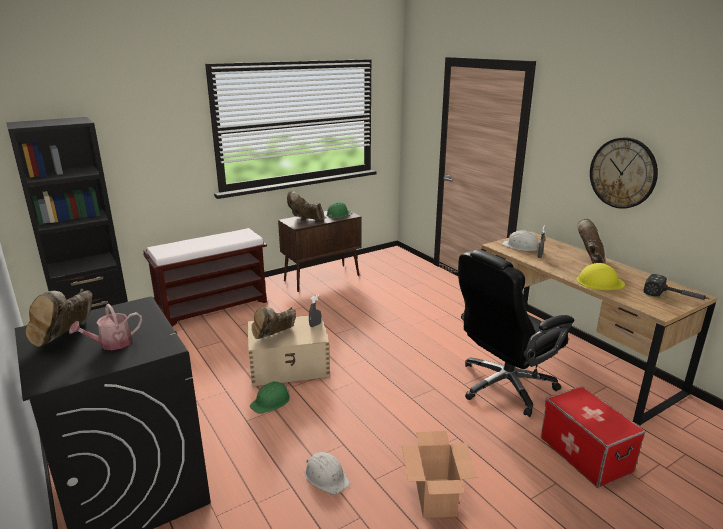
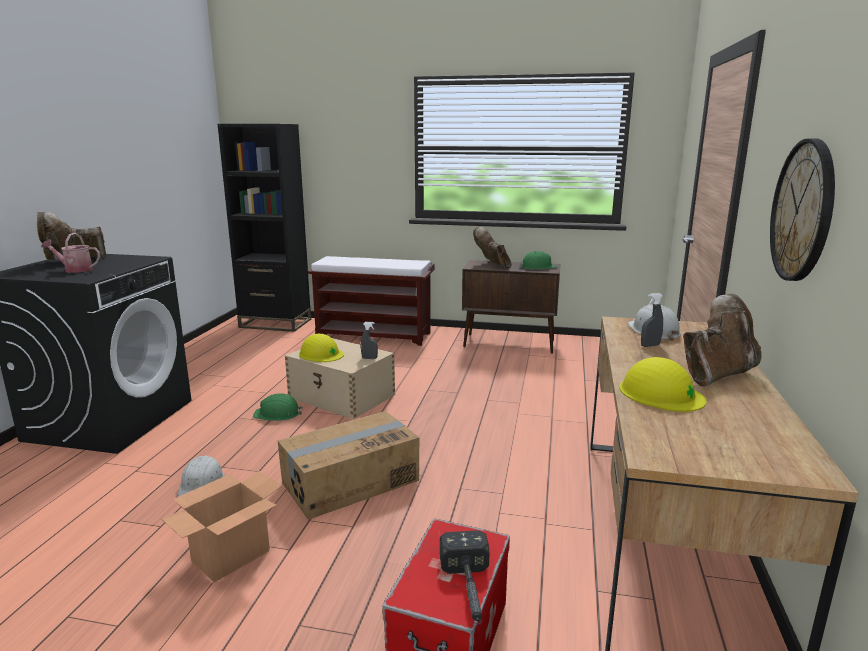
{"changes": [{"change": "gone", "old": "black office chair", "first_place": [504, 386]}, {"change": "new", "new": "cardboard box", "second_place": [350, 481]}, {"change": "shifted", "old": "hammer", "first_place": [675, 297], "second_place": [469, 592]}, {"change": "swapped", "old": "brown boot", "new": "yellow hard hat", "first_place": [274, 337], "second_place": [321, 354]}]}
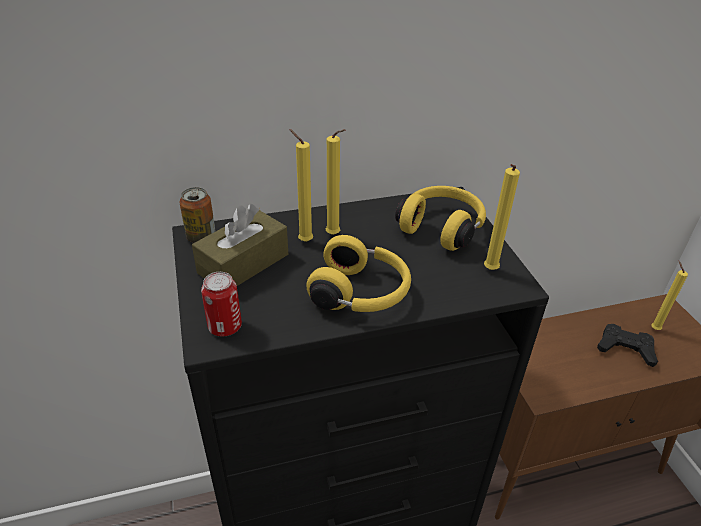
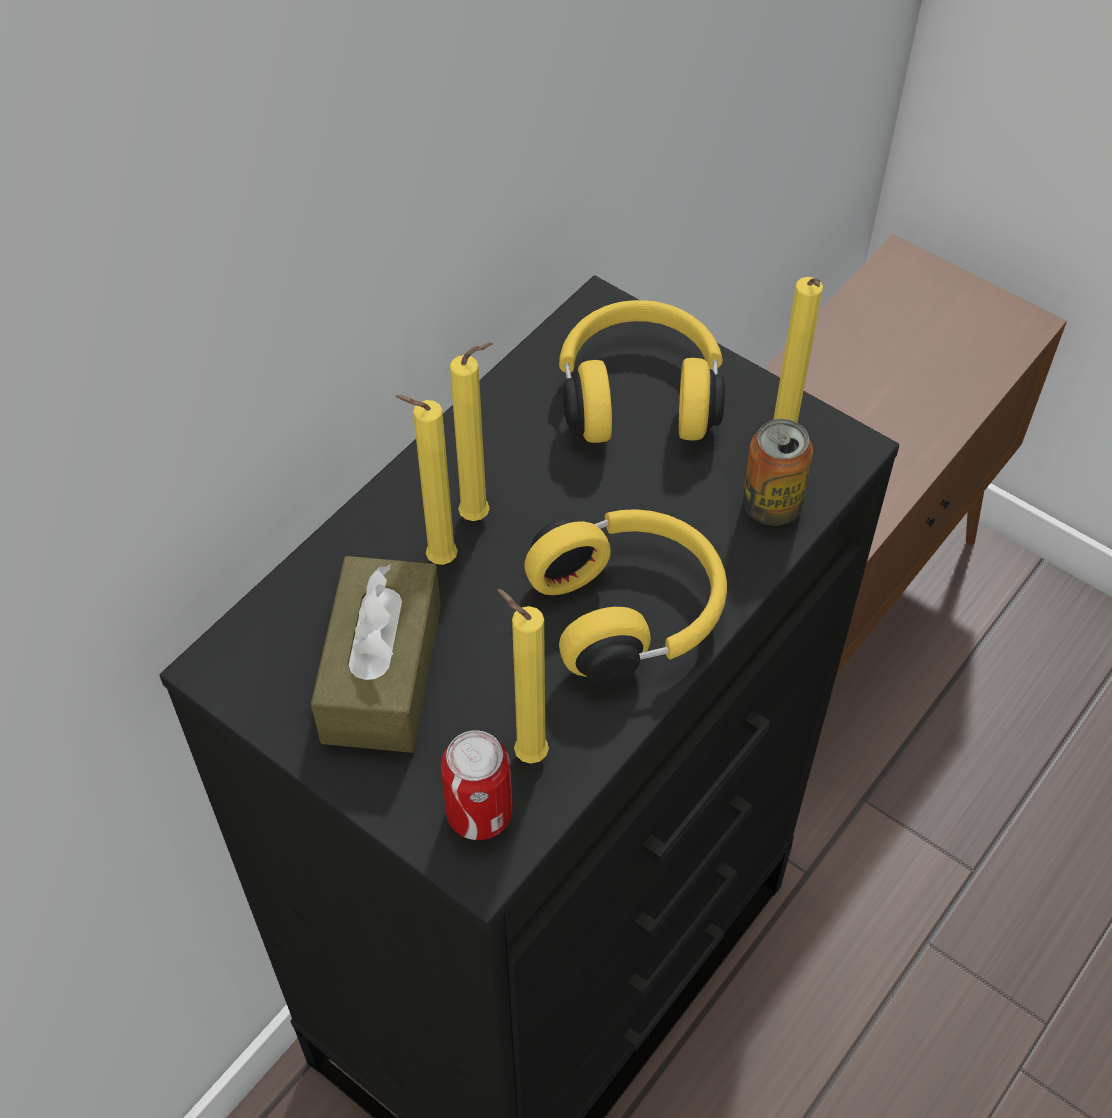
{"changes": [{"change": "gone", "old": "black game controller", "first_place": [625, 348]}, {"change": "shifted", "old": "can", "first_place": [201, 237], "second_place": [771, 505]}, {"change": "shifted", "old": "yellow candle", "first_place": [653, 328], "second_place": [526, 752]}]}
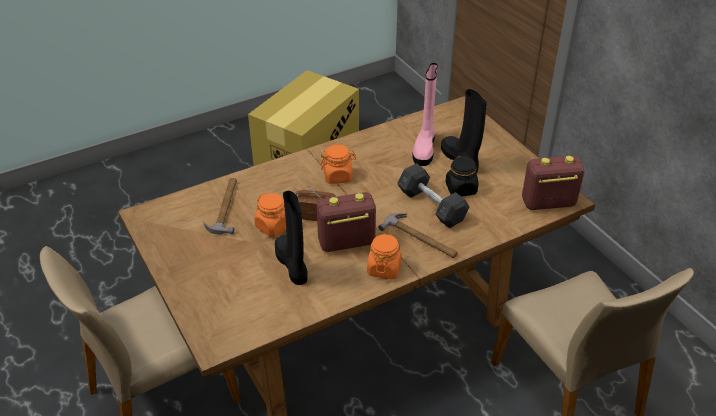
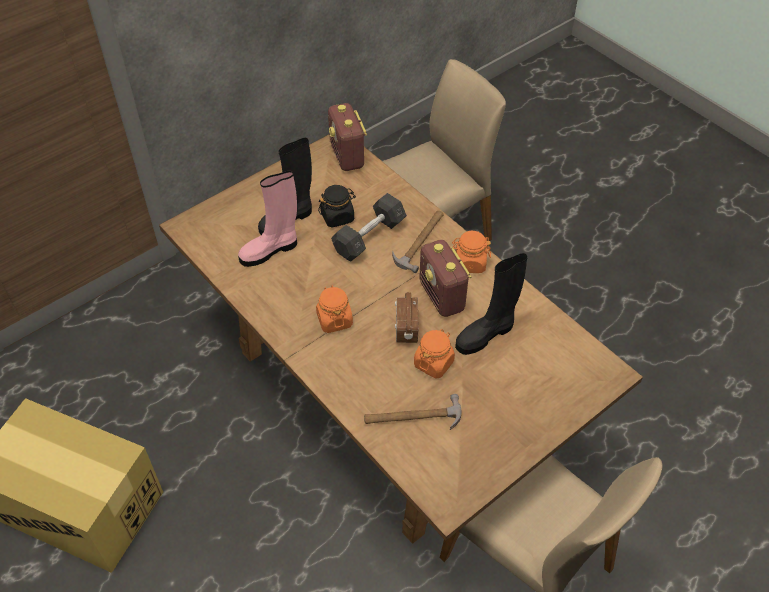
{"changes": [{"change": "rotated", "old": "pink boot", "first_place": [424, 148], "second_place": [270, 250], "degrees": 150}]}
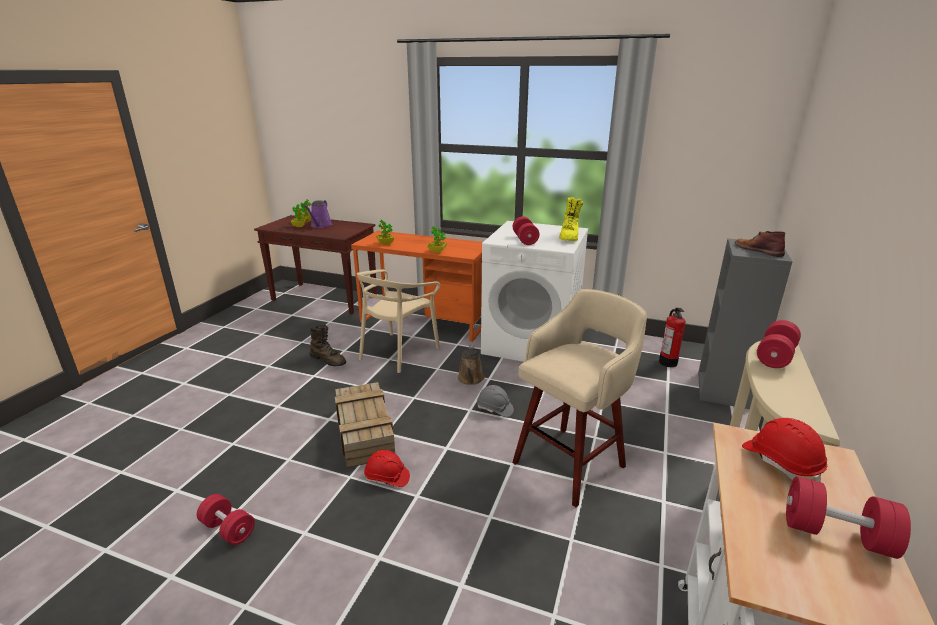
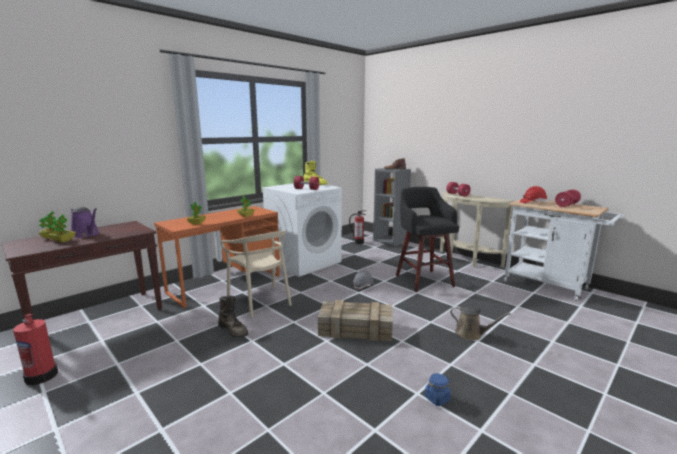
{"changes": [{"change": "gone", "old": "red hard hat", "first_place": [387, 478]}, {"change": "new", "new": "fire extinguisher", "second_place": [41, 375]}, {"change": "shifted", "old": "brown watering can", "first_place": [470, 379], "second_place": [471, 334]}, {"change": "swapped", "old": "red dumbbell", "new": "blue jar", "first_place": [228, 529], "second_place": [437, 398]}, {"change": "repainted", "old": "beige stool", "new": "black stool", "first_place": [571, 463], "second_place": [423, 280]}, {"change": "rotated", "old": "brown boot", "first_place": [328, 360], "second_place": [233, 330], "degrees": 75}]}
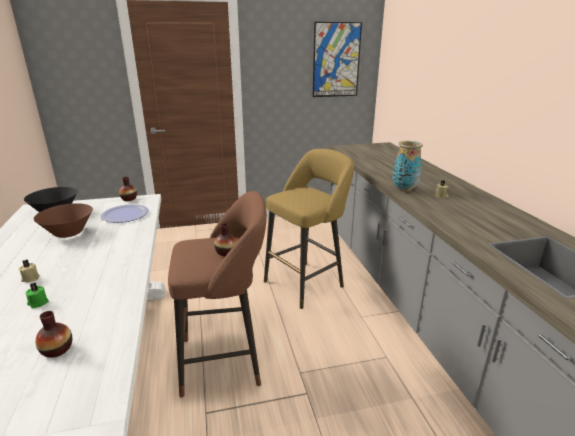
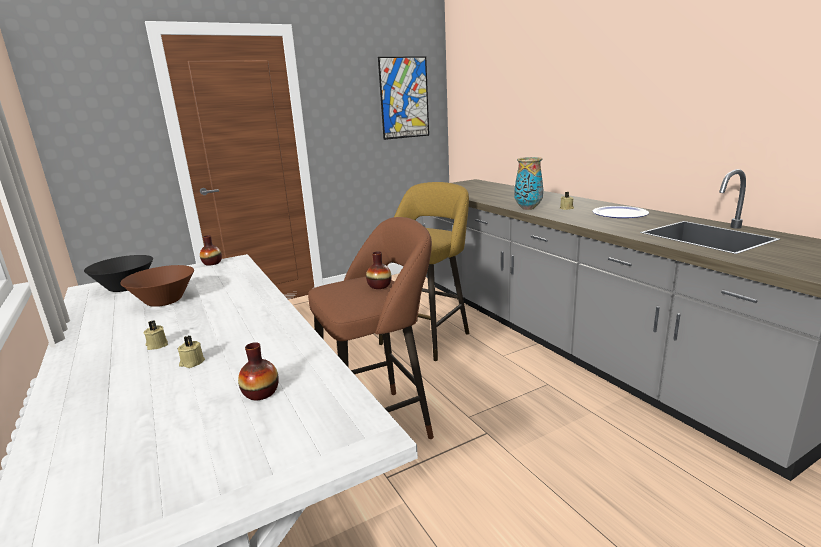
{"changes": [{"change": "shifted", "old": "plate", "first_place": [125, 215], "second_place": [620, 214]}, {"change": "repainted", "old": "green candle", "new": "beige candle", "first_place": [38, 303], "second_place": [192, 363]}]}
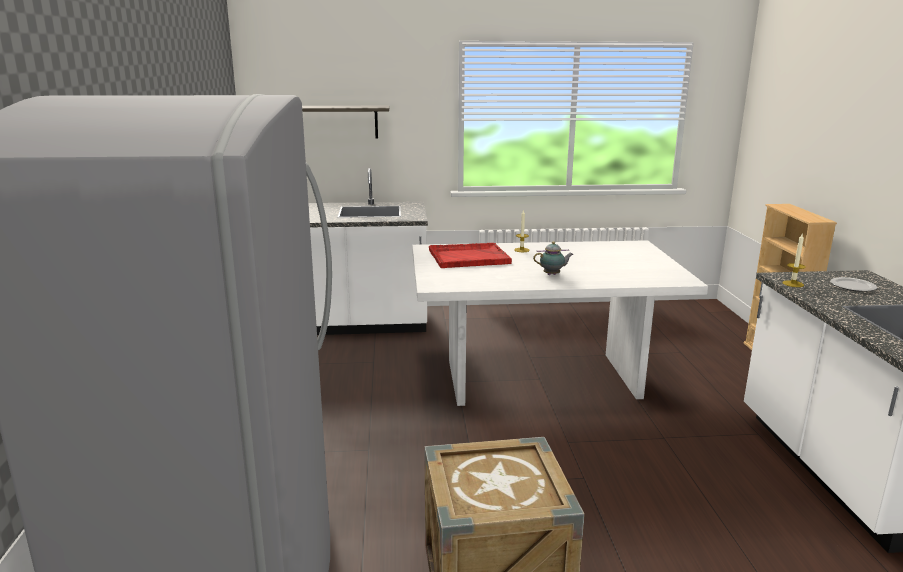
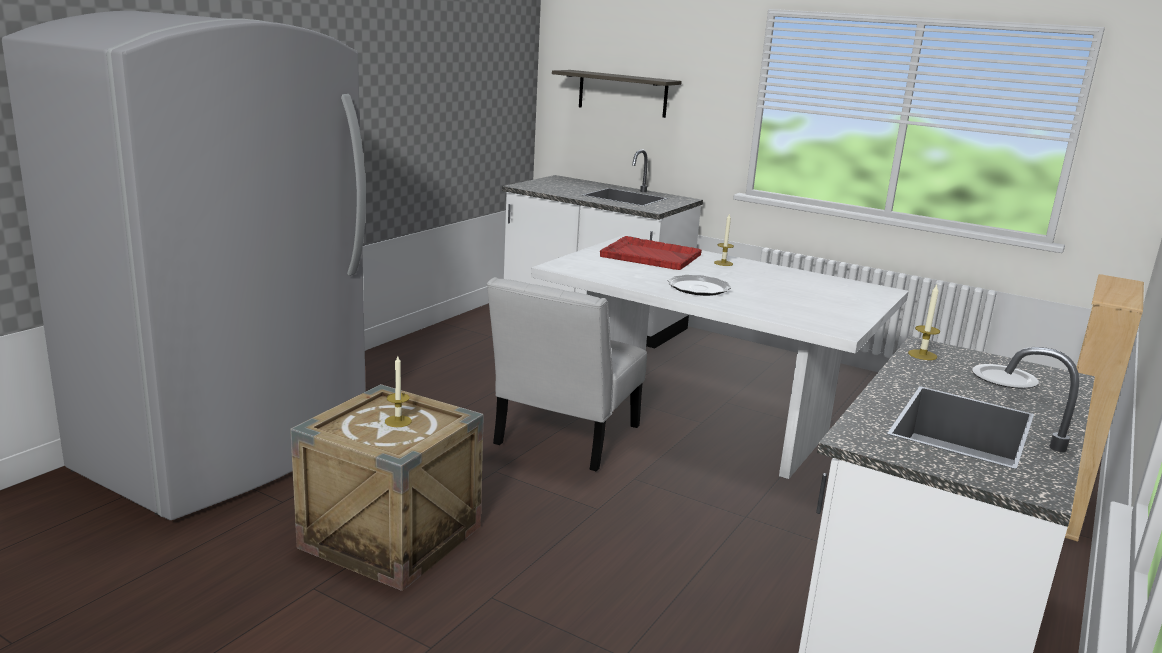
{"changes": [{"change": "new", "new": "candle", "second_place": [398, 421]}, {"change": "new", "new": "white chair", "second_place": [563, 439]}, {"change": "swapped", "old": "teapot", "new": "plate", "first_place": [553, 275], "second_place": [698, 288]}]}
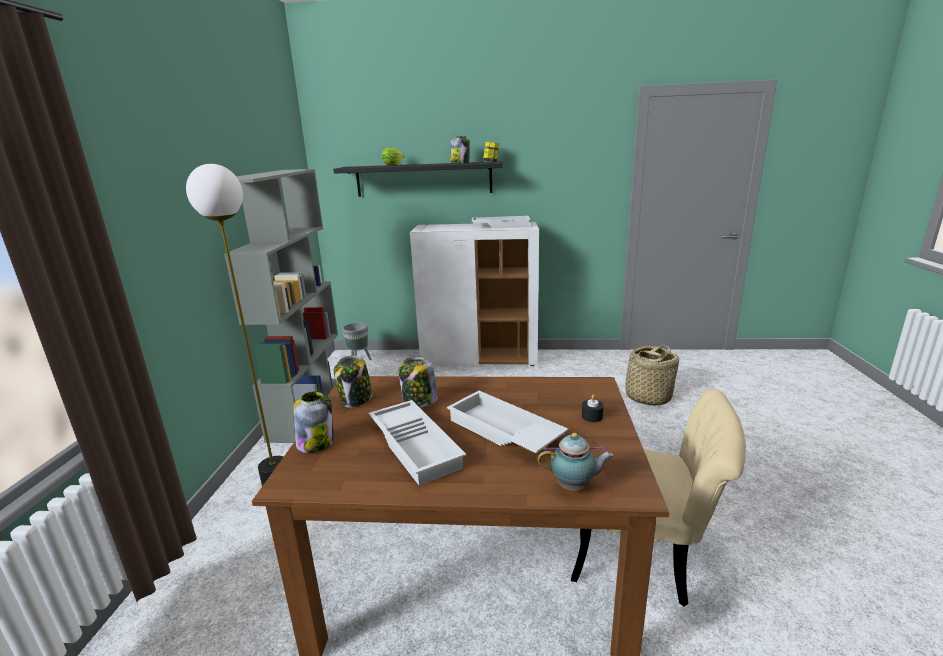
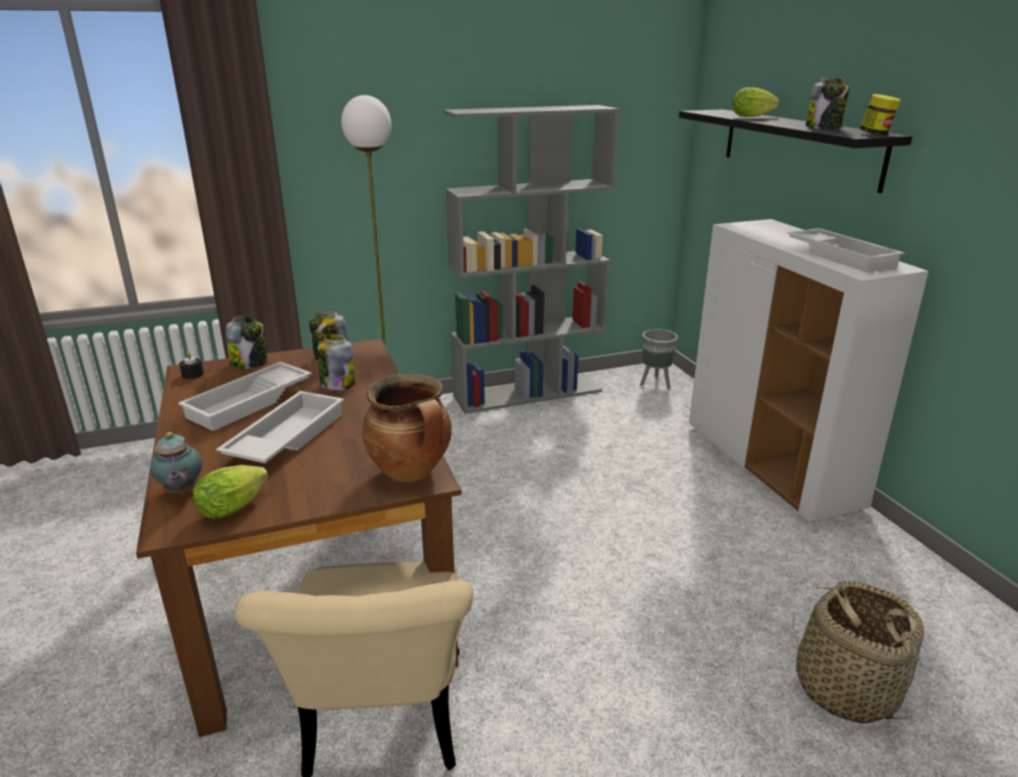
{"changes": [{"change": "new", "new": "lettuce", "second_place": [236, 506]}, {"change": "new", "new": "cooking pot", "second_place": [412, 472]}, {"change": "shifted", "old": "black candle", "first_place": [592, 416], "second_place": [192, 374]}]}
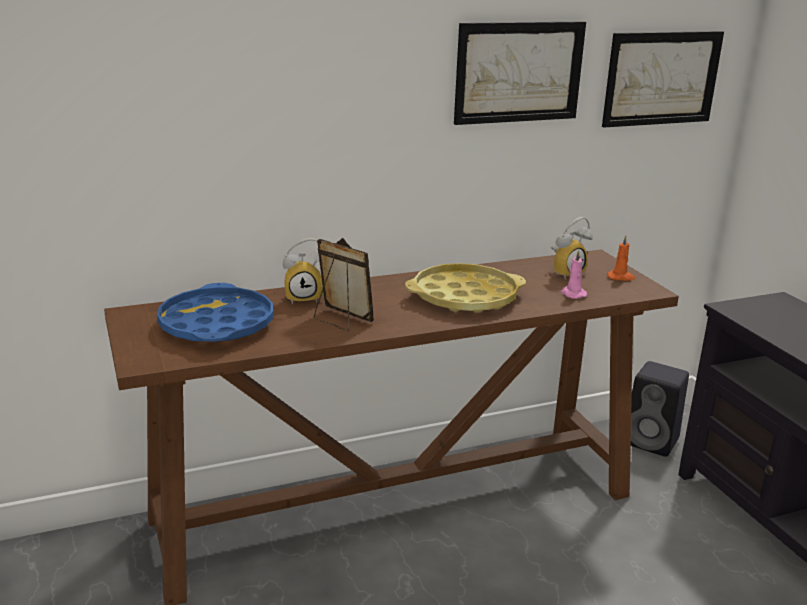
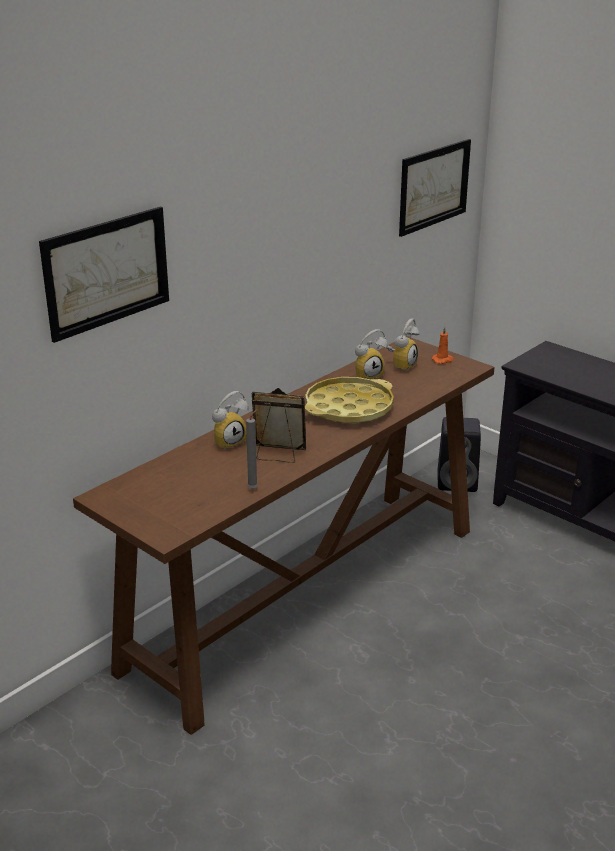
{"changes": [{"change": "gone", "old": "blue tray", "first_place": [216, 325]}, {"change": "gone", "old": "pink candle", "first_place": [572, 294]}, {"change": "new", "new": "grey candle", "second_place": [254, 489]}, {"change": "new", "new": "alarm clock", "second_place": [368, 375]}, {"change": "shifted", "old": "picture", "first_place": [519, 72], "second_place": [107, 272]}]}
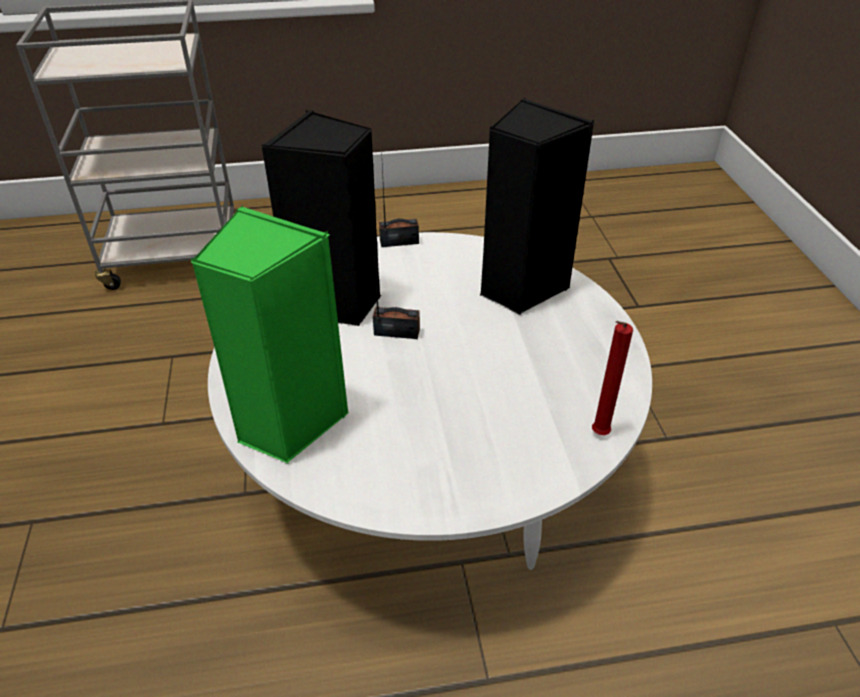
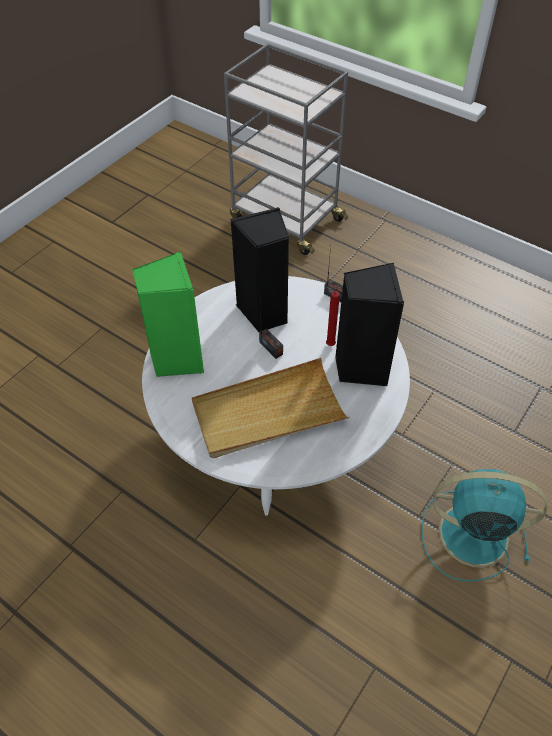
{"changes": [{"change": "new", "new": "beige tray", "second_place": [268, 412]}, {"change": "new", "new": "turquoise fan", "second_place": [470, 534]}, {"change": "shifted", "old": "red candle", "first_place": [597, 435], "second_place": [328, 344]}]}
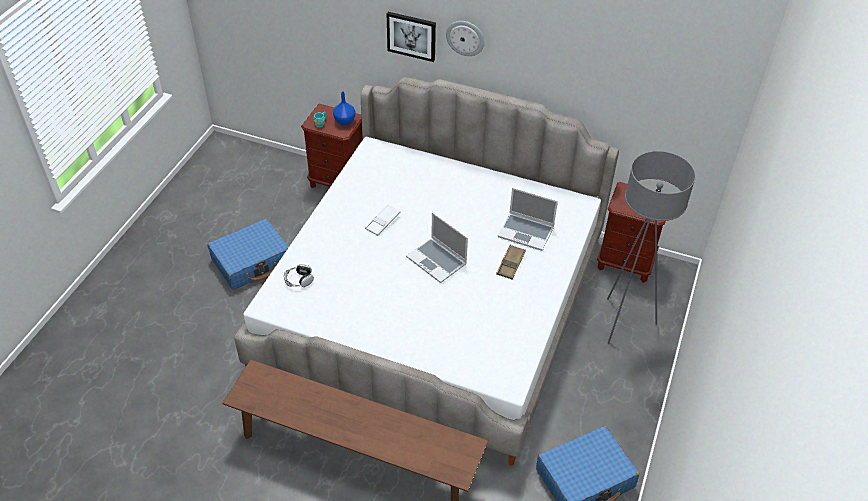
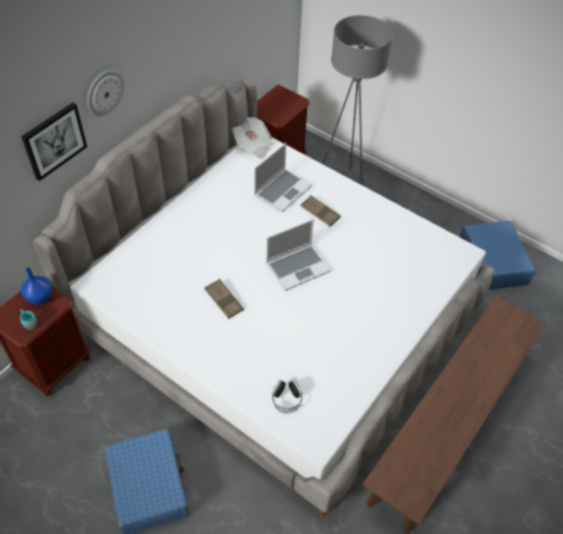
{"changes": [{"change": "new", "new": "newspaper", "second_place": [253, 145]}, {"change": "repainted", "old": "white tray", "new": "brown tray", "first_place": [382, 222], "second_place": [224, 300]}]}
